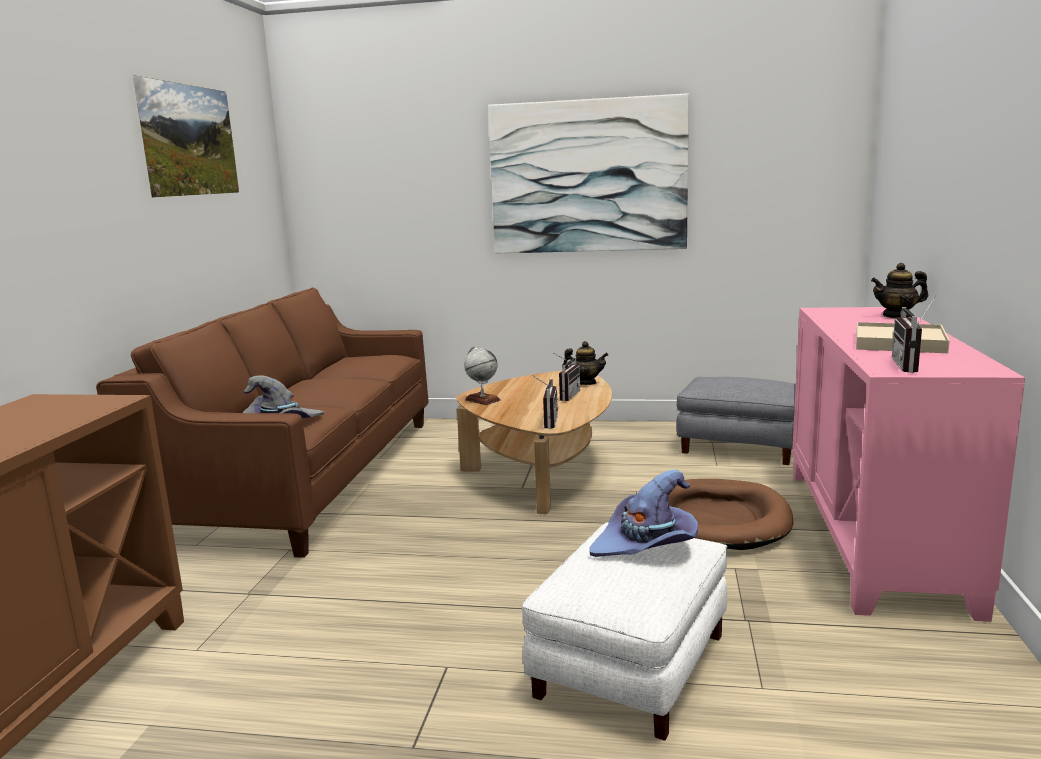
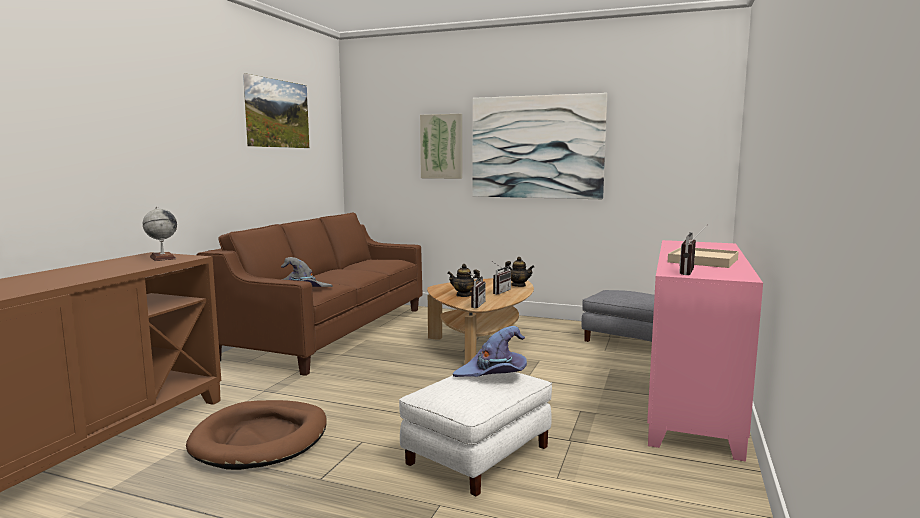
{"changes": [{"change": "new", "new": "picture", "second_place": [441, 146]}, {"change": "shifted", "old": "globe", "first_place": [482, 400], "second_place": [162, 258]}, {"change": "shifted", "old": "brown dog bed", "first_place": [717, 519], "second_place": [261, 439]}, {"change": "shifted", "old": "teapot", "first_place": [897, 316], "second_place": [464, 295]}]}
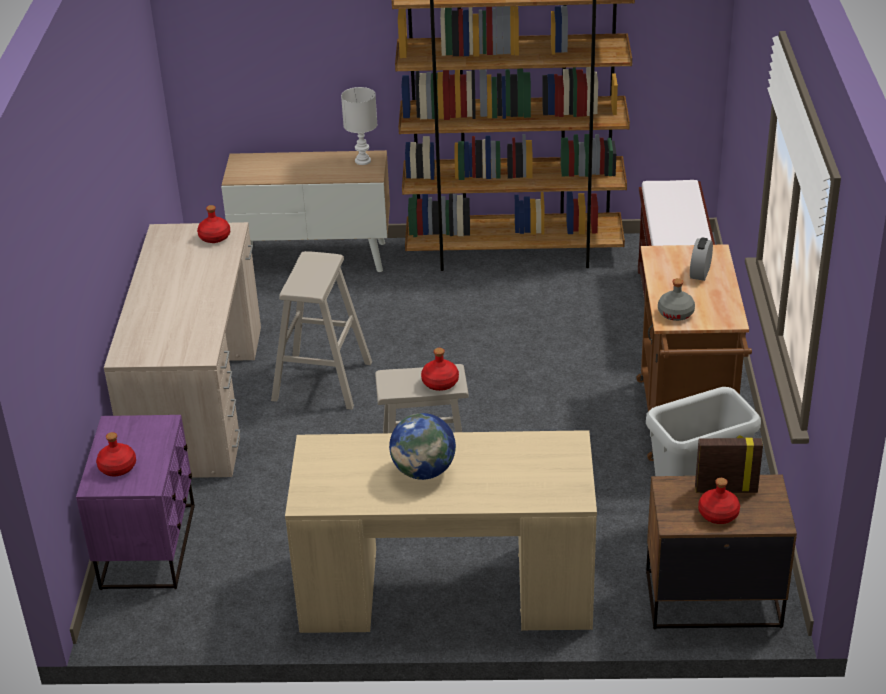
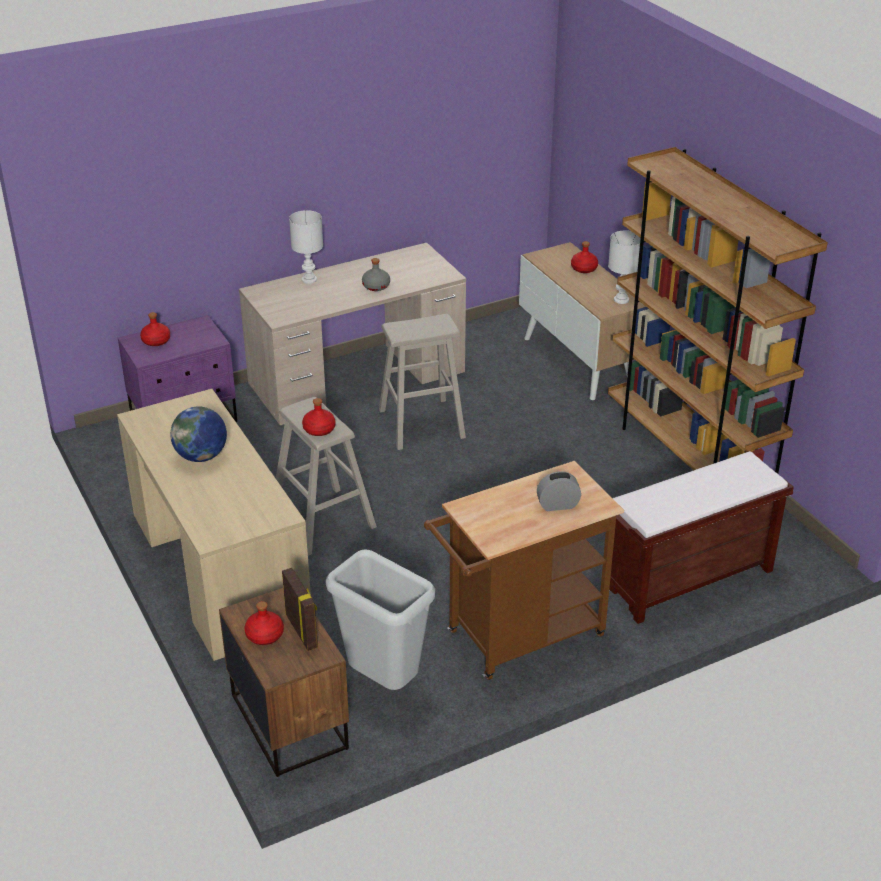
{"changes": [{"change": "new", "new": "white table lamp", "second_place": [310, 280]}, {"change": "shifted", "old": "red bottle", "first_place": [215, 237], "second_place": [584, 268]}, {"change": "shifted", "old": "grey bottle", "first_place": [675, 313], "second_place": [376, 286]}]}
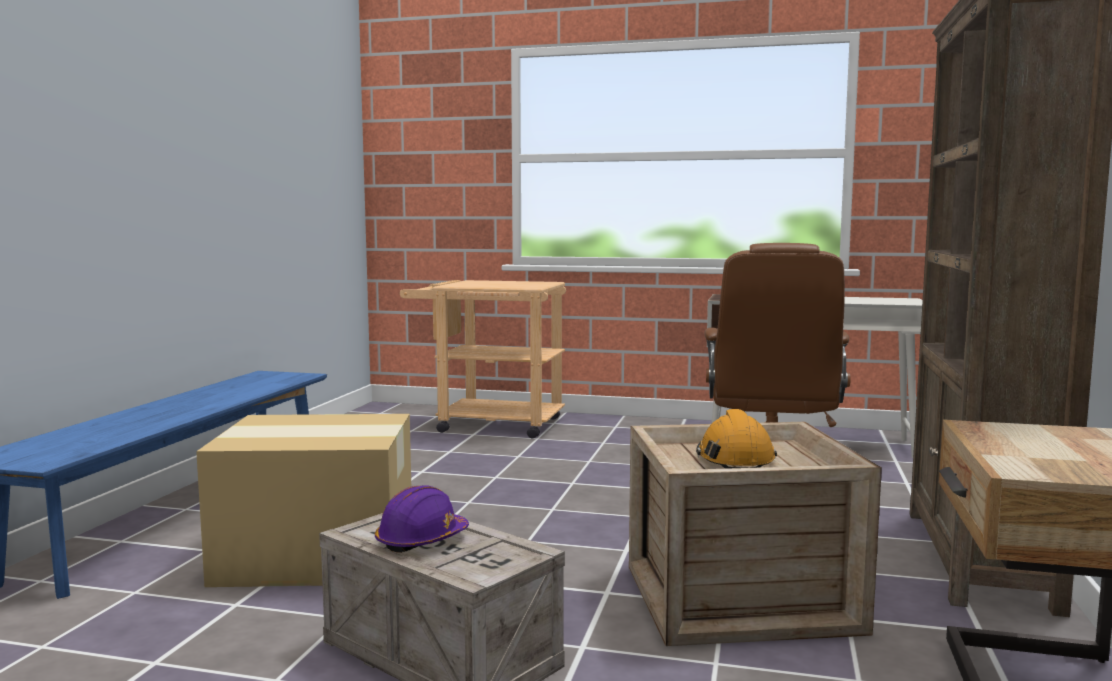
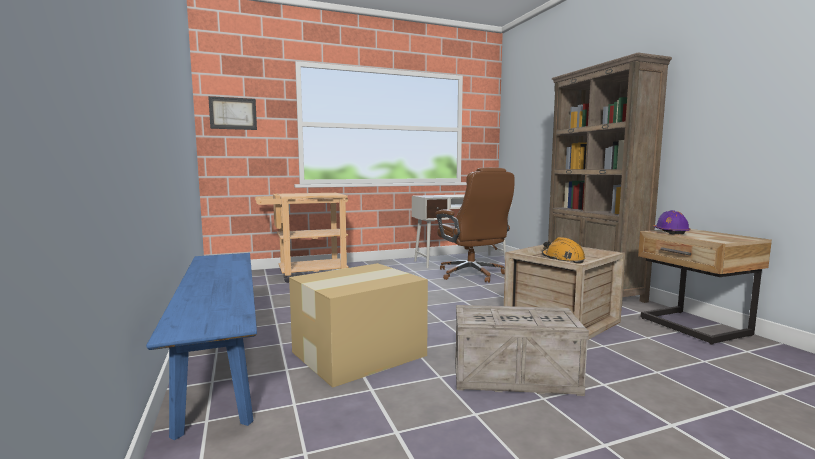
{"changes": [{"change": "new", "new": "picture", "second_place": [233, 113]}, {"change": "shifted", "old": "purple hard hat", "first_place": [421, 540], "second_place": [670, 232]}]}
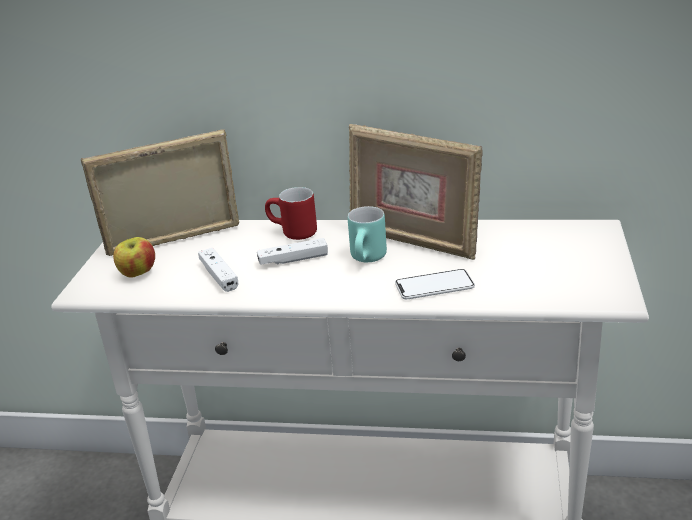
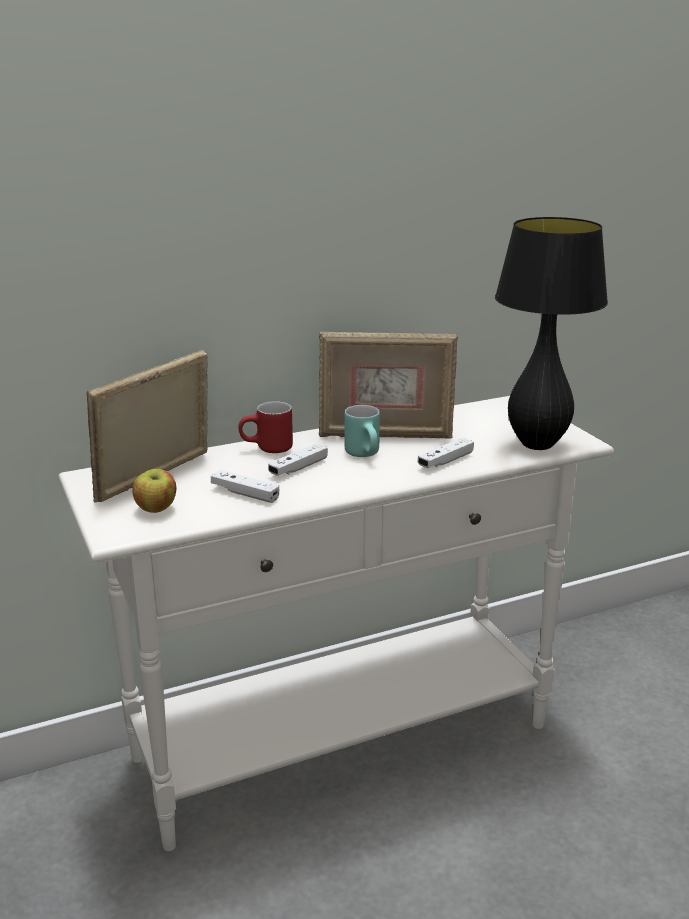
{"changes": [{"change": "new", "new": "black table lamp", "second_place": [537, 444]}, {"change": "swapped", "old": "phone", "new": "white game controller", "first_place": [434, 286], "second_place": [445, 461]}]}
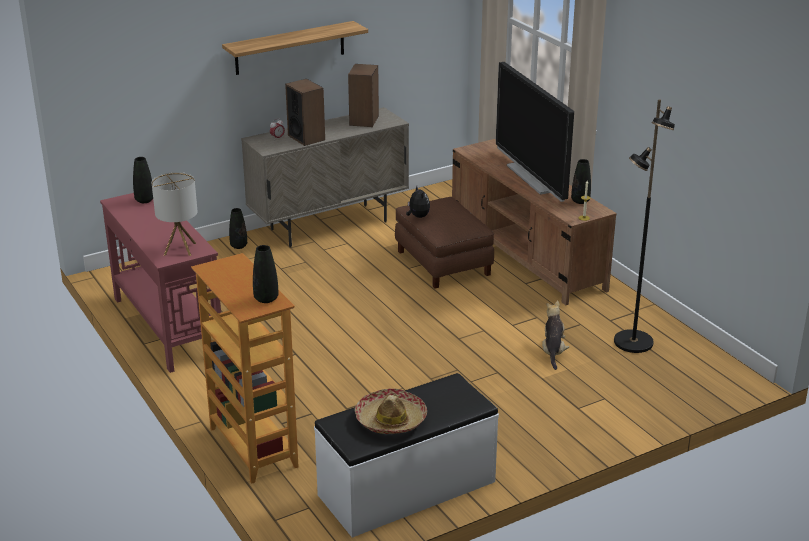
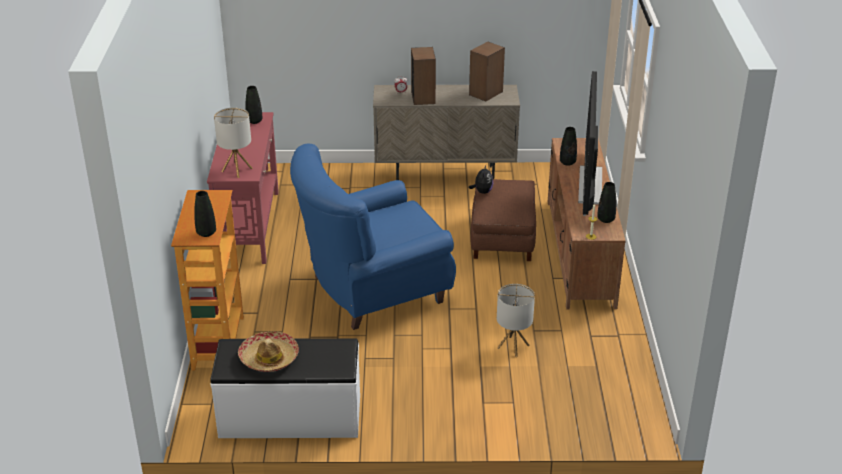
{"changes": [{"change": "gone", "old": "shelf", "first_place": [290, 48]}, {"change": "gone", "old": "black floor lamp", "first_place": [632, 342]}, {"change": "new", "new": "blue armchair", "second_place": [372, 291]}, {"change": "shifted", "old": "black vase", "first_place": [238, 246], "second_place": [567, 162]}, {"change": "swapped", "old": "plush toy", "new": "table lamp", "first_place": [553, 352], "second_place": [513, 347]}]}
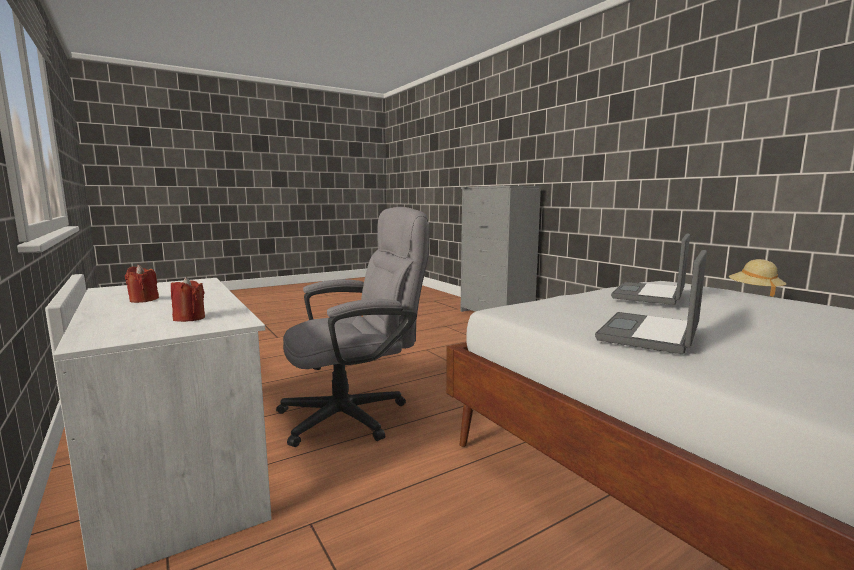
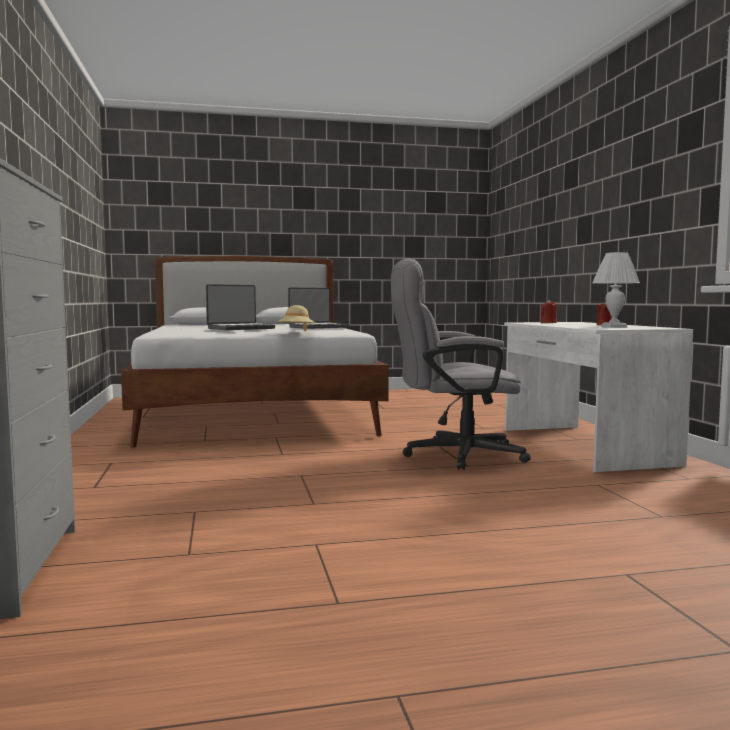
{"changes": [{"change": "new", "new": "white table lamp", "second_place": [613, 327]}, {"change": "shifted", "old": "beige hat", "first_place": [754, 291], "second_place": [296, 332]}]}
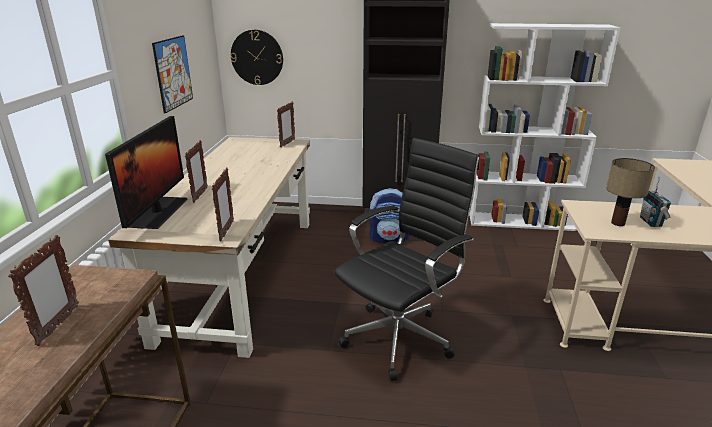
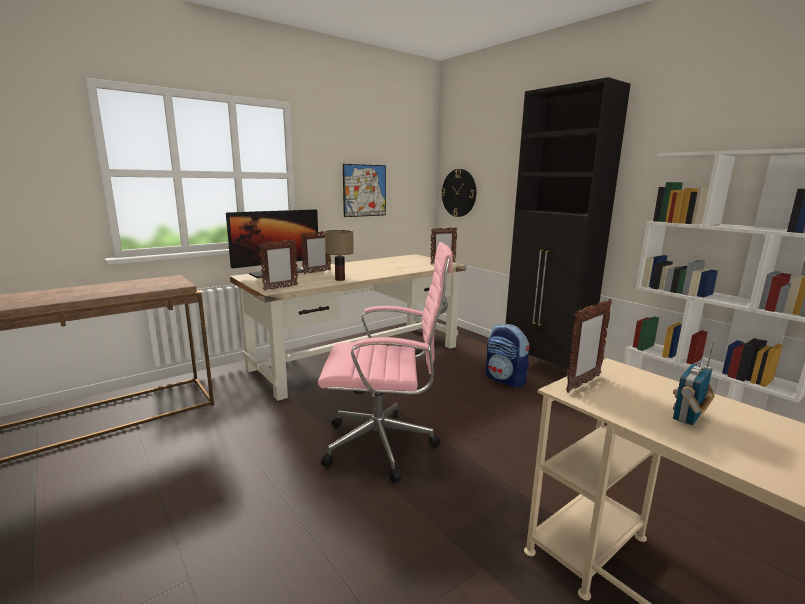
{"changes": [{"change": "shifted", "old": "picture frame", "first_place": [58, 325], "second_place": [583, 384]}, {"change": "shifted", "old": "table lamp", "first_place": [618, 223], "second_place": [340, 279]}, {"change": "repainted", "old": "black office chair", "new": "pink office chair", "first_place": [401, 337], "second_place": [385, 445]}]}
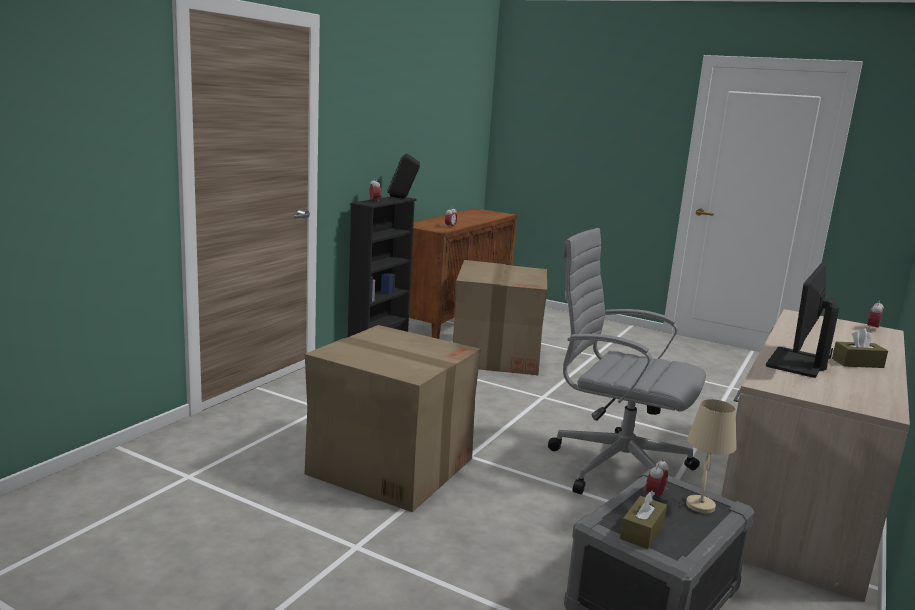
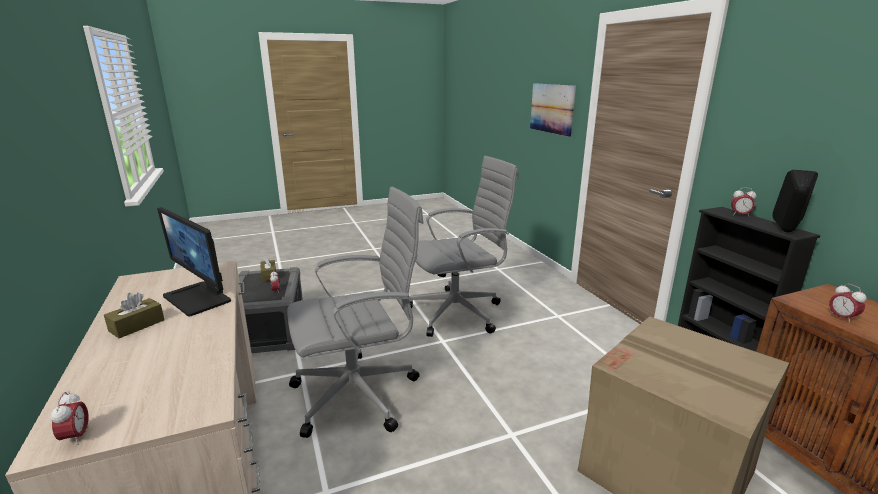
{"changes": [{"change": "gone", "old": "beige table lamp", "first_place": [699, 505]}, {"change": "new", "new": "picture", "second_place": [552, 108]}, {"change": "swapped", "old": "cardboard box", "new": "grey office chair", "first_place": [390, 466], "second_place": [458, 313]}, {"change": "rotated", "old": "monitor", "first_place": [797, 363], "second_place": [198, 298], "degrees": 150}]}
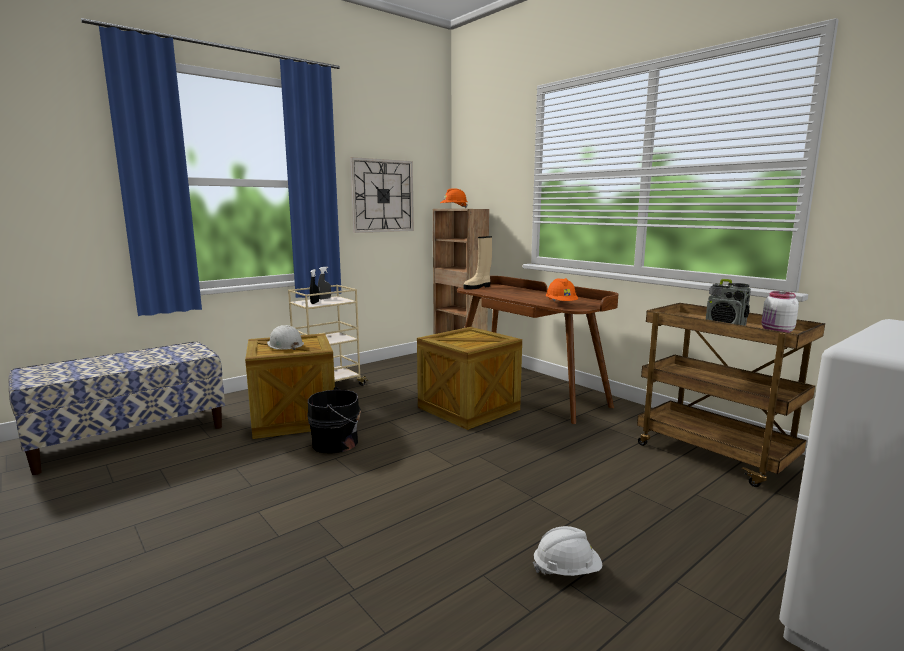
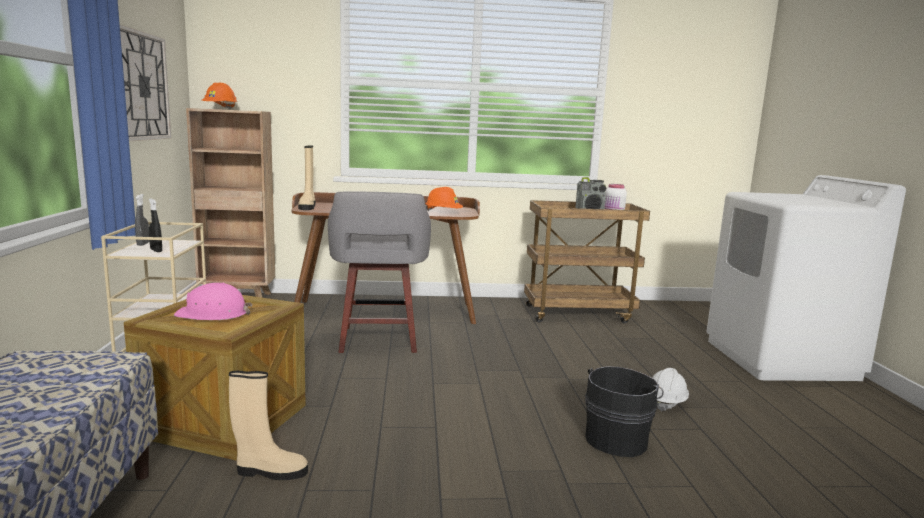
{"changes": [{"change": "new", "new": "beige boot", "second_place": [270, 472]}, {"change": "shifted", "old": "black bucket", "first_place": [337, 443], "second_place": [617, 439]}, {"change": "swapped", "old": "crate", "new": "grey stool", "first_place": [468, 408], "second_place": [378, 341]}, {"change": "repainted", "old": "white hard hat", "new": "pink hard hat", "first_place": [285, 345], "second_place": [213, 313]}]}
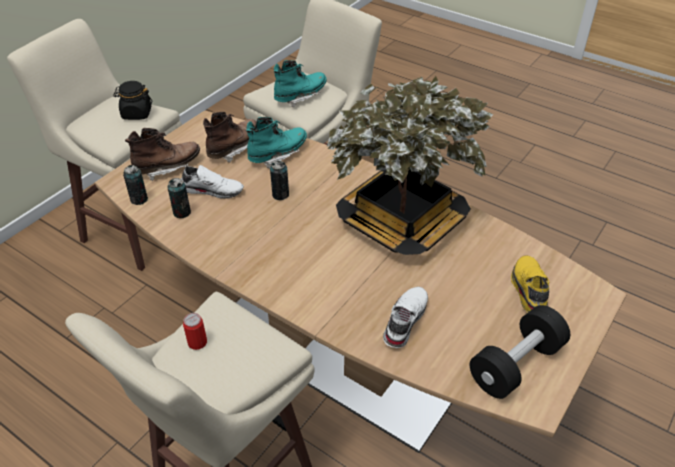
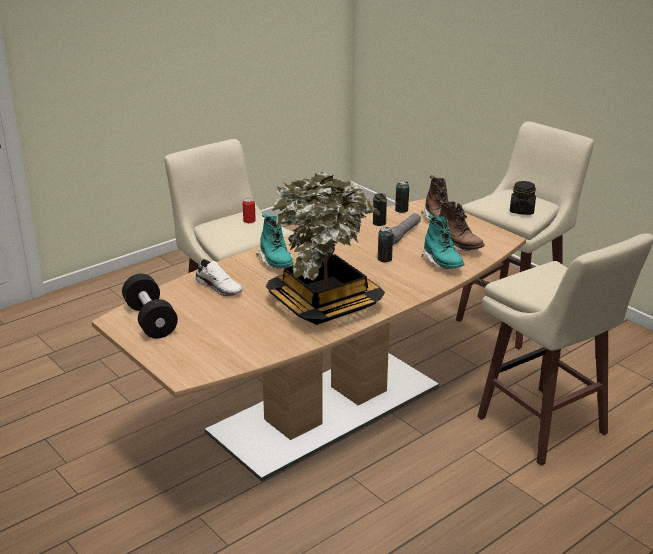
{"changes": [{"change": "gone", "old": "yellow shoe", "first_place": [528, 290]}, {"change": "shifted", "old": "turquoise boot", "first_place": [300, 96], "second_place": [276, 263]}, {"change": "swapped", "old": "white shoe", "new": "grey flashlight", "first_place": [212, 189], "second_place": [403, 234]}]}
